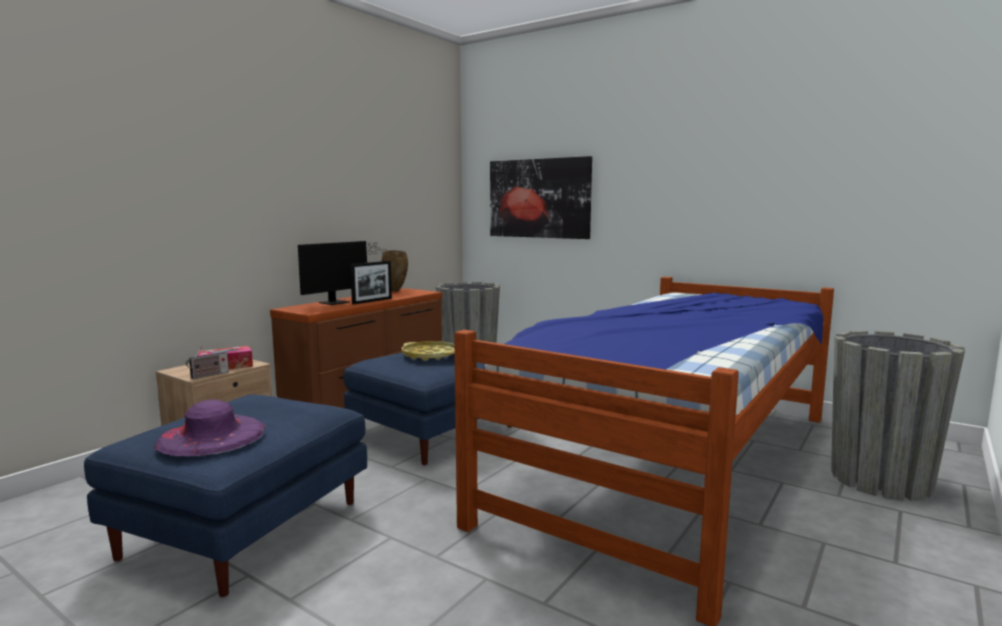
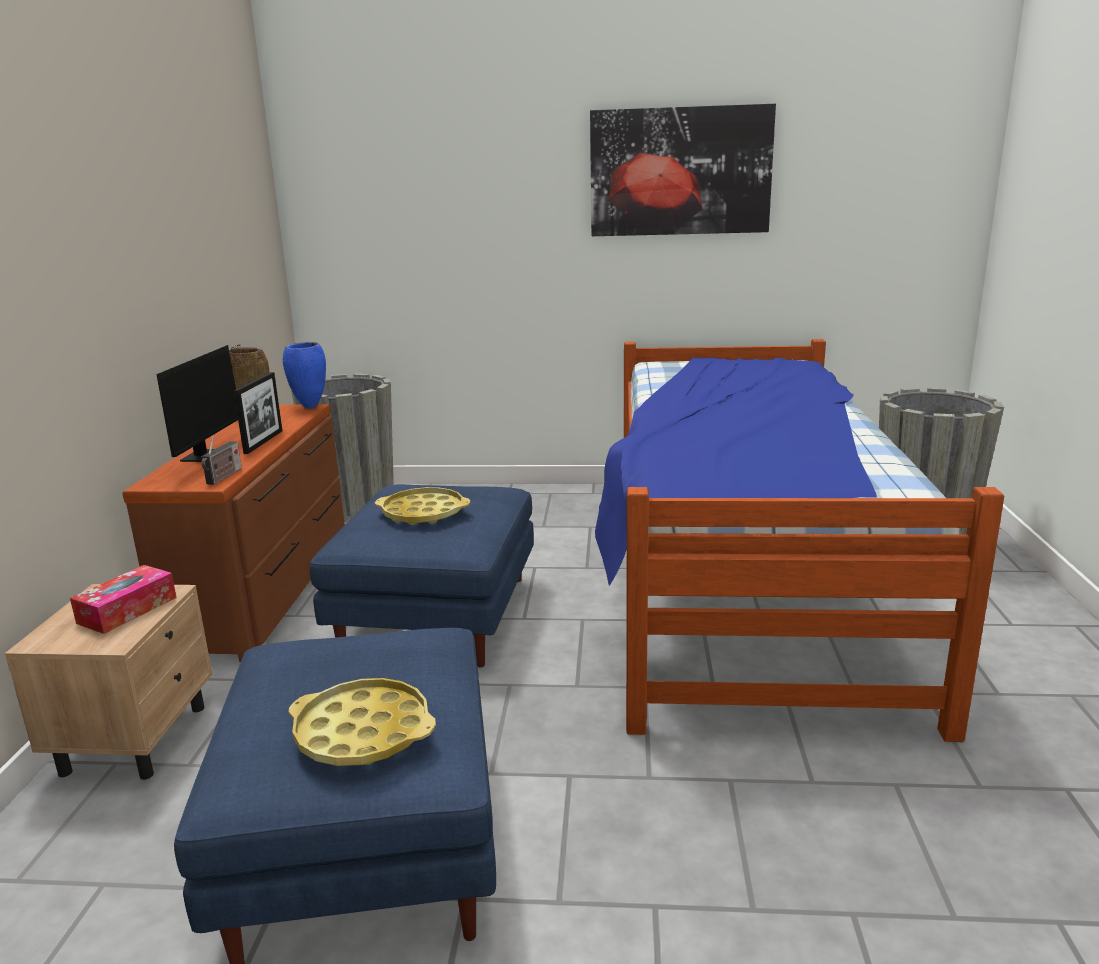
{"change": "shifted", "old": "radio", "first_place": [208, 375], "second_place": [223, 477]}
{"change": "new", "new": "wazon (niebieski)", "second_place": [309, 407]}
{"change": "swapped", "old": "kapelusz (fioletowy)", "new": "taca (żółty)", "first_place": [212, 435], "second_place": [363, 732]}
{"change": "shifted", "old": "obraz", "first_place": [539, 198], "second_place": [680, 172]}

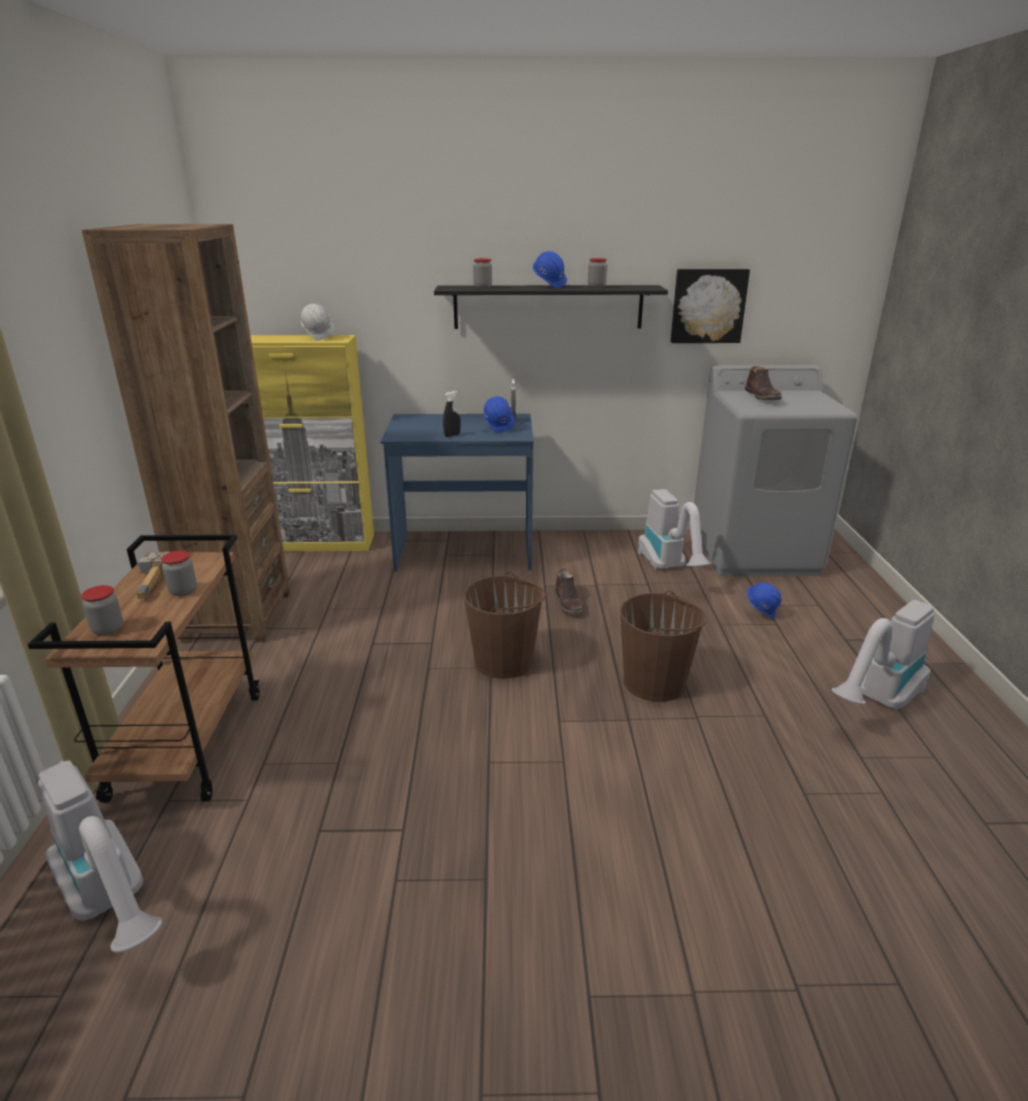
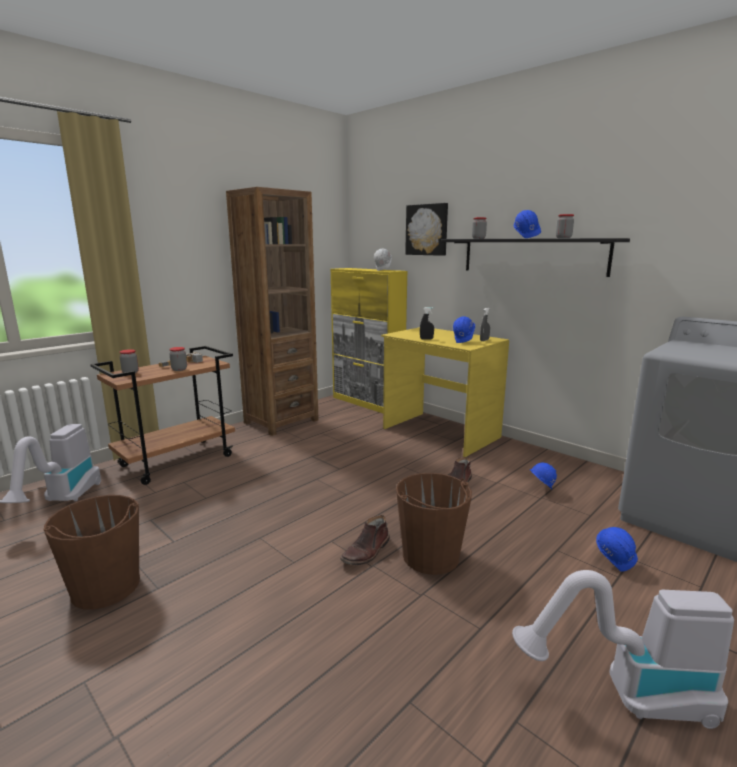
{"change": "shifted", "old": "wiadro (brązowy)", "first_place": [504, 661], "second_place": [106, 587]}
{"change": "shifted", "old": "but z cholewką (brązowy)", "first_place": [763, 396], "second_place": [366, 552]}
{"change": "repainted", "old": "biurko (niebieski)", "new": "biurko (żółty)", "first_place": [464, 552], "second_place": [439, 433]}
{"change": "shifted", "old": "obraz", "first_place": [708, 306], "second_place": [427, 230]}
{"change": "new", "new": "kask (niebieski)", "second_place": [540, 489]}
{"change": "gone", "old": "odkurzacz", "first_place": [669, 568]}

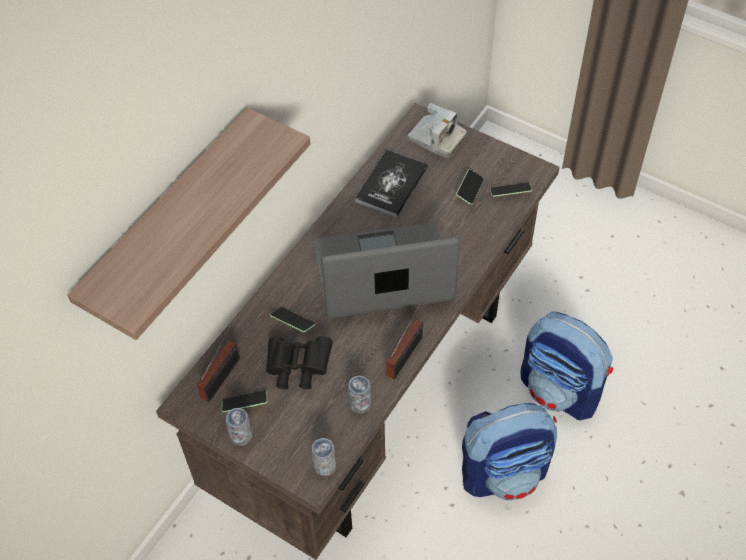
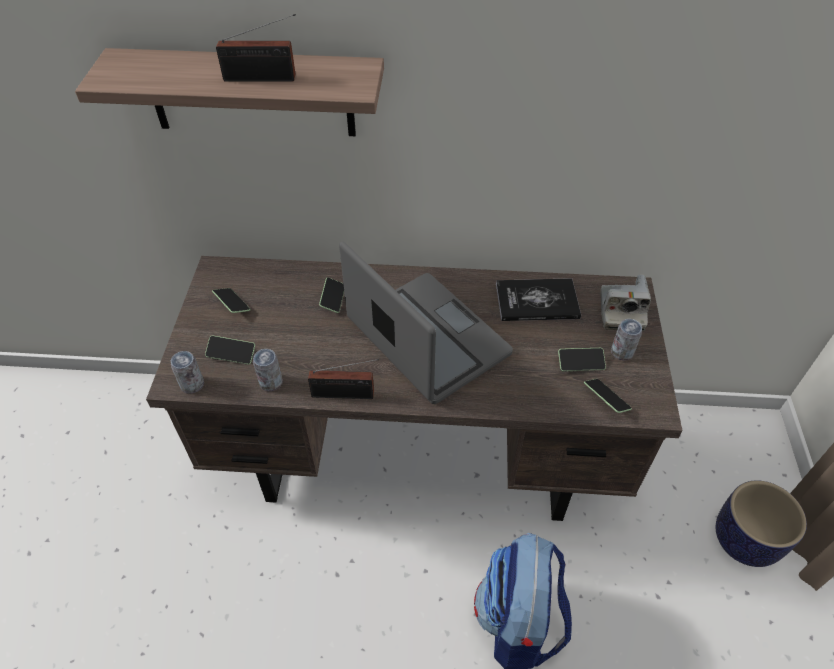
{"change": "new", "new": "telefon", "second_place": [231, 354]}
{"change": "shifted", "old": "radio", "first_place": [223, 376], "second_place": [264, 79]}
{"change": "shifted", "old": "puszka", "first_place": [241, 436], "second_place": [622, 352]}
{"change": "new", "new": "donica", "second_place": [745, 540]}
{"change": "gone", "old": "lornetka (czarny)", "first_place": [298, 368]}
{"change": "gone", "old": "plecak", "first_place": [504, 472]}

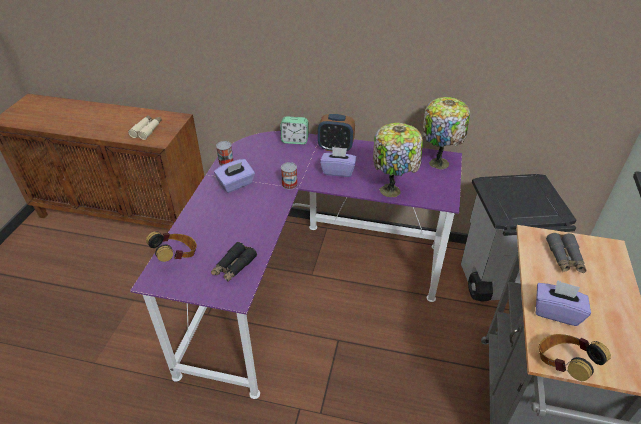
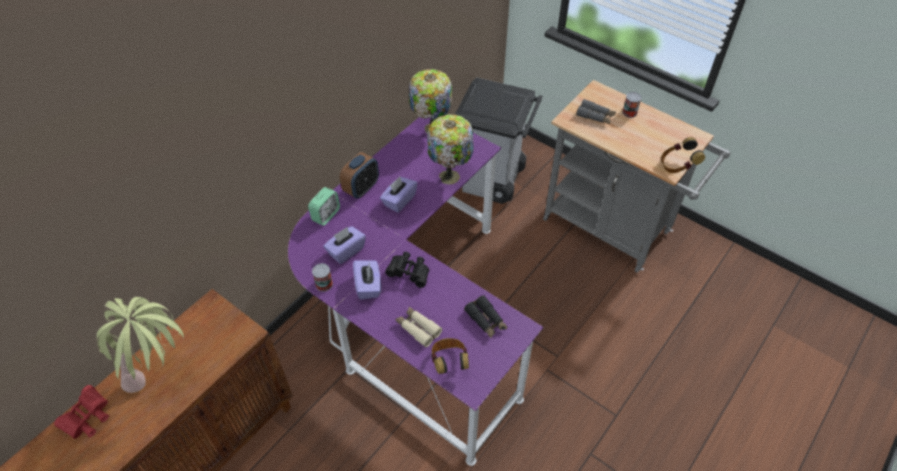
{"change": "new", "new": "lornetka (czerwony)", "second_place": [88, 419]}
{"change": "new", "new": "roślina doniczkowa", "second_place": [163, 375]}
{"change": "shifted", "old": "pudełko chusteczek (fioletowy)", "first_place": [556, 311], "second_place": [346, 251]}
{"change": "new", "new": "lornetka (czarny)", "second_place": [409, 273]}
{"change": "shifted", "old": "lornetka (beżowy)", "first_place": [147, 130], "second_place": [418, 328]}
{"change": "shifted", "old": "puszka", "first_place": [289, 184], "second_place": [629, 112]}

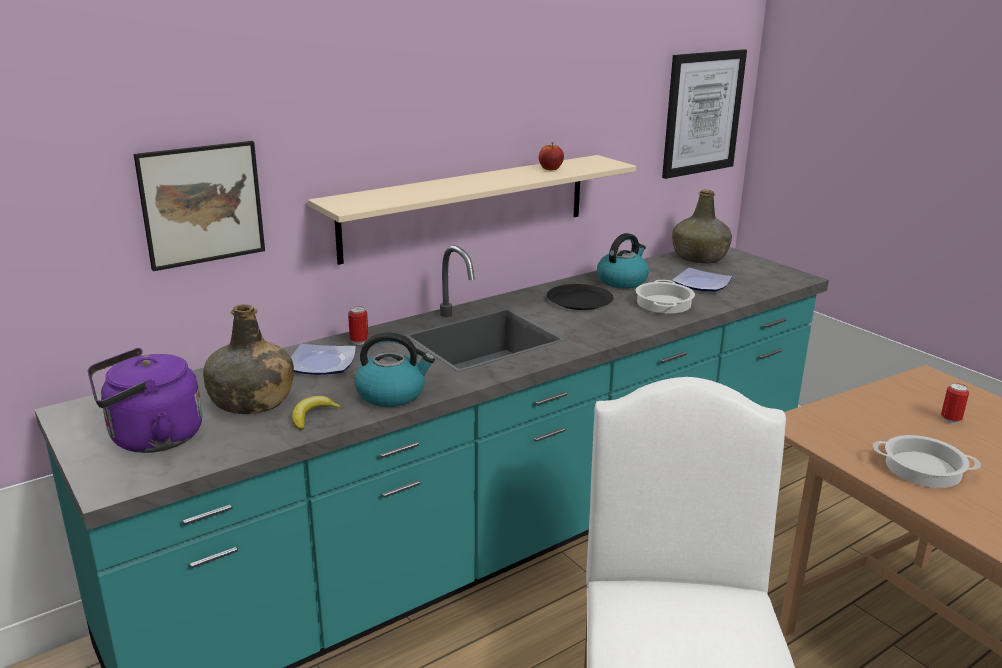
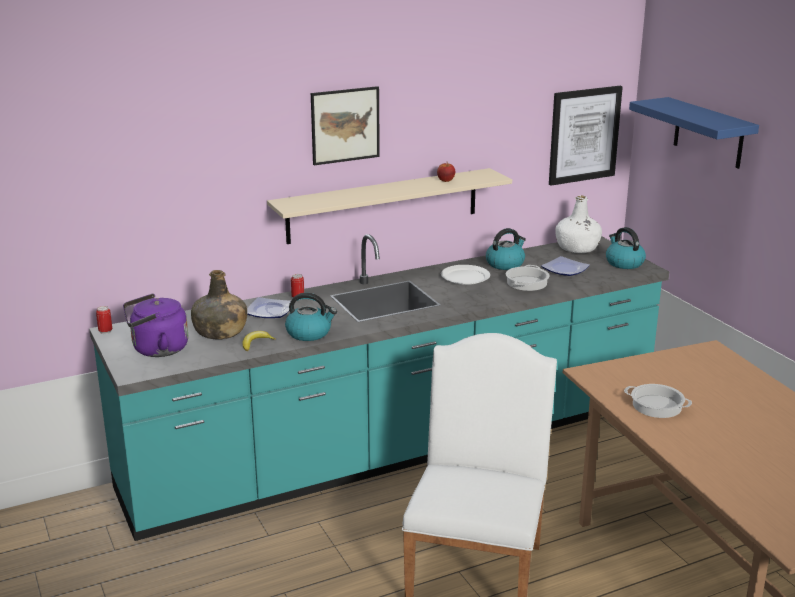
{"change": "shifted", "old": "puszka", "first_place": [950, 419], "second_place": [105, 331]}
{"change": "shifted", "old": "obraz", "first_place": [202, 204], "second_place": [345, 125]}
{"change": "repainted", "old": "talerz (czarny)", "new": "talerz (biały)", "first_place": [580, 300], "second_place": [465, 277]}
{"change": "repainted", "old": "butelka (zielony)", "new": "butelka (biały)", "first_place": [700, 258], "second_place": [577, 248]}
{"change": "new", "new": "czajnik", "second_place": [624, 263]}
{"change": "new", "new": "półka (niebieski)", "second_place": [708, 133]}

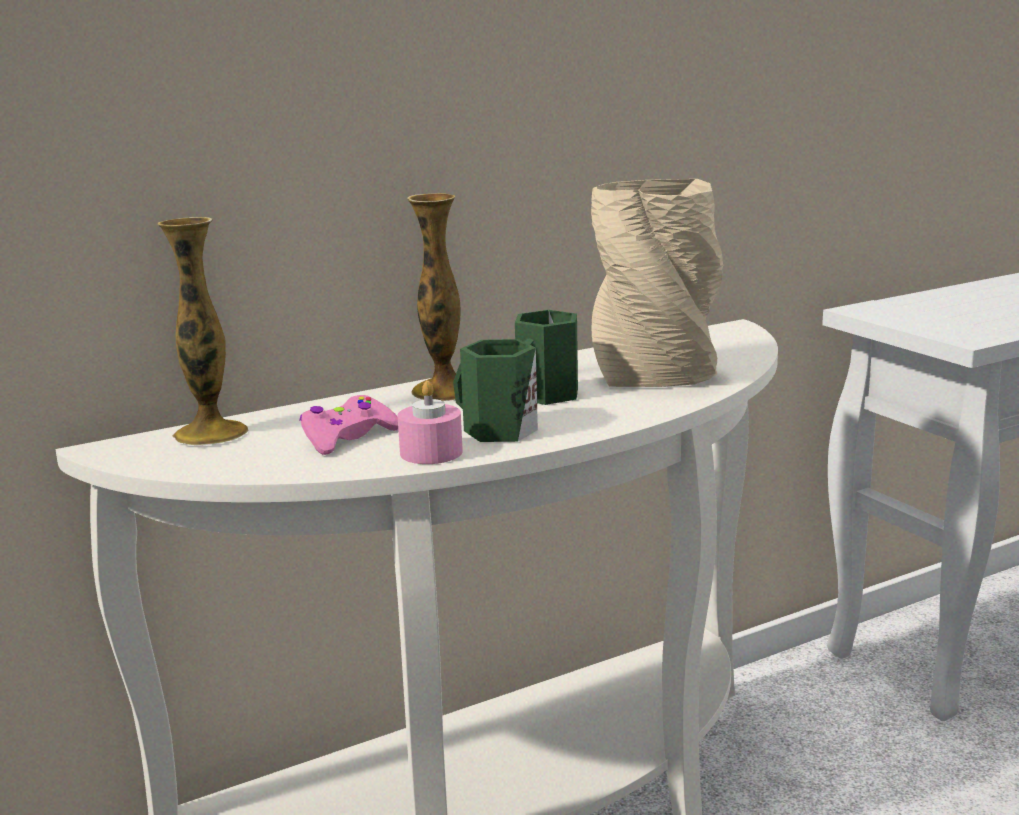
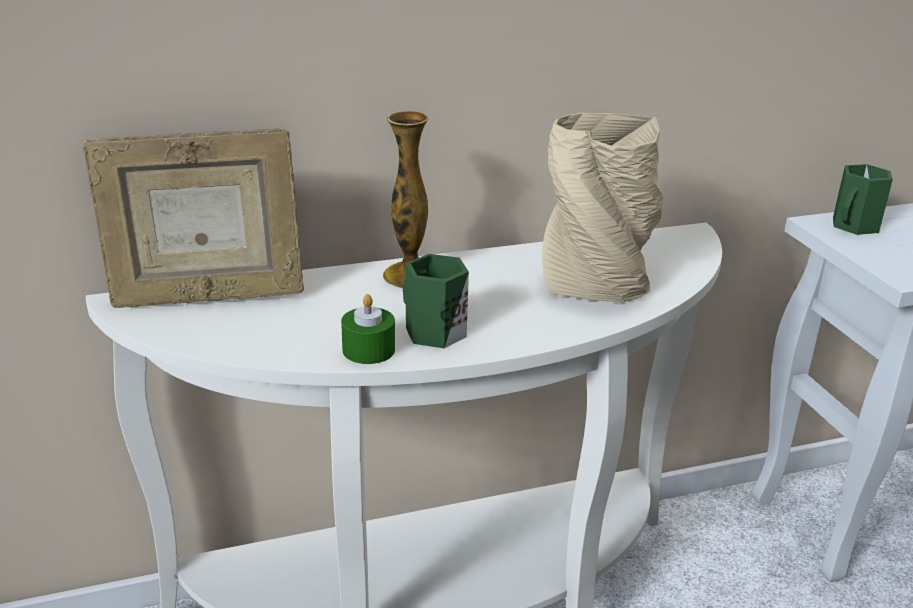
{"change": "swapped", "old": "wazon", "new": "ramka na zdjęcie", "first_place": [211, 434], "second_place": [207, 298]}
{"change": "repainted", "old": "świeca (różowy)", "new": "świeca (zielony)", "first_place": [431, 452], "second_place": [368, 350]}
{"change": "shifted", "old": "kubek (zielony)", "first_place": [548, 395], "second_place": [855, 226]}
{"change": "gone", "old": "pad do gier (różowy)", "first_place": [348, 437]}

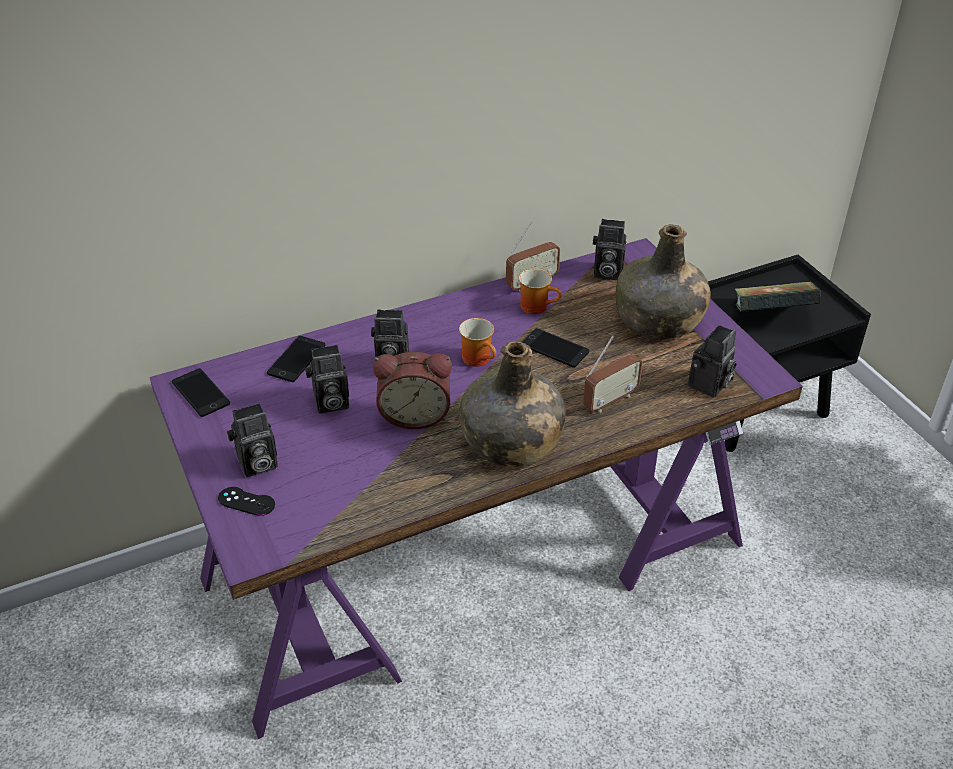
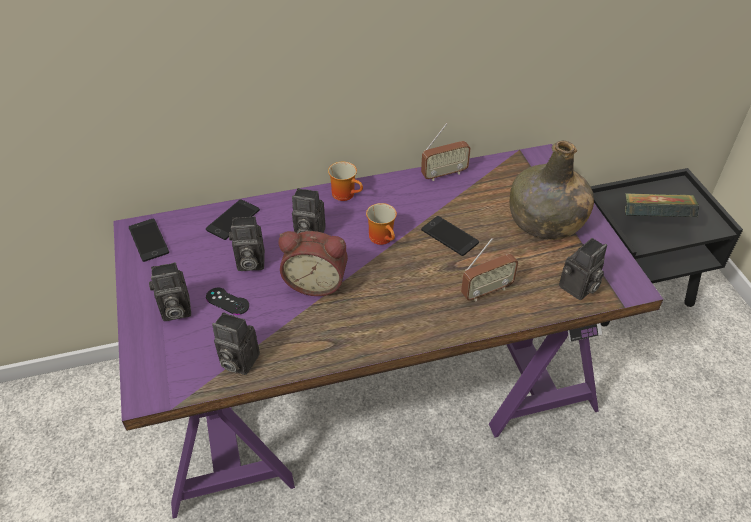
{"change": "shifted", "old": "pad do gier (czarny)", "first_place": [246, 501], "second_place": [227, 301]}
{"change": "shifted", "old": "aparat fotograficzny", "first_place": [606, 272], "second_place": [237, 361]}
{"change": "shifted", "old": "kubek", "first_place": [537, 306], "second_place": [346, 194]}
{"change": "gone", "old": "butelka (zielony)", "first_place": [511, 442]}

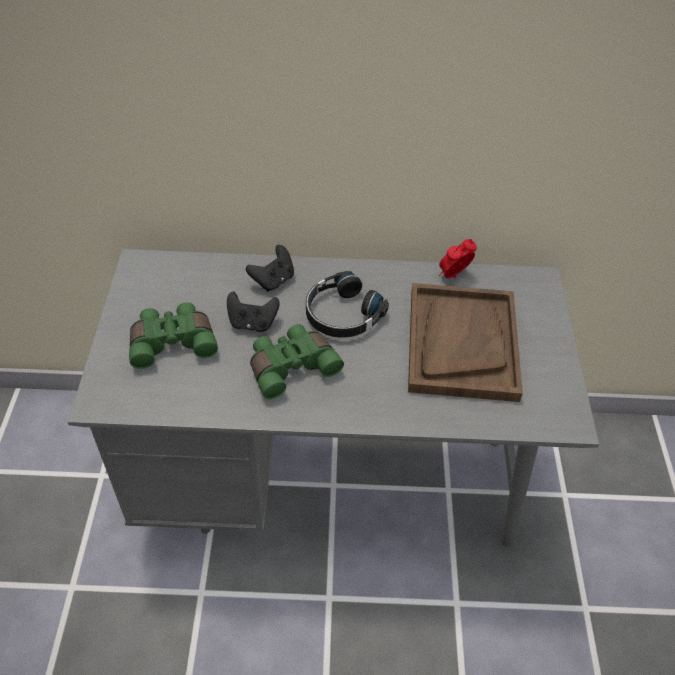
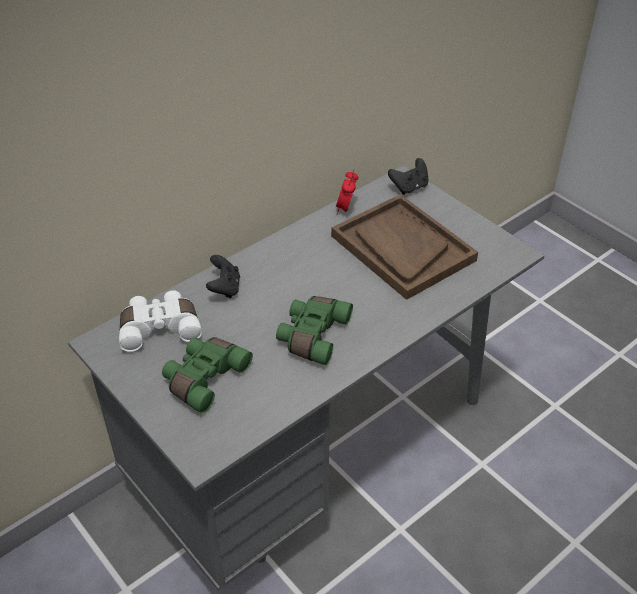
{"change": "new", "new": "lornetka (biały)", "second_place": [160, 327]}
{"change": "shifted", "old": "pad do gier (czarny)", "first_place": [252, 323], "second_place": [409, 187]}
{"change": "gone", "old": "słuchawki (czarny)", "first_place": [342, 314]}

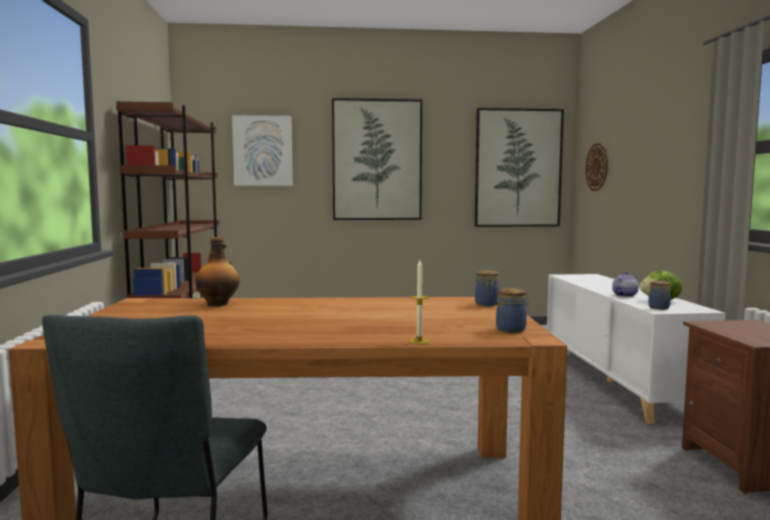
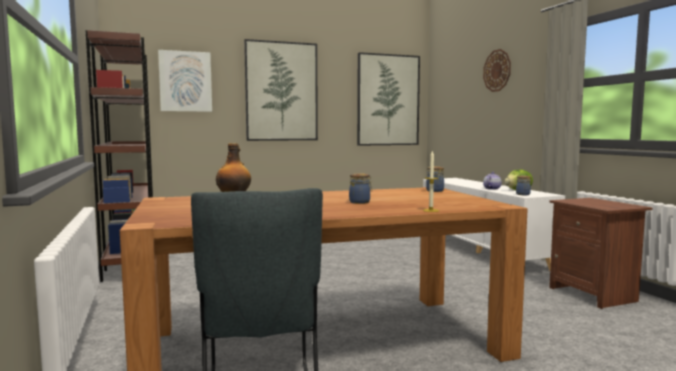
{"change": "shifted", "old": "słoik", "first_place": [512, 329], "second_place": [360, 202]}
{"change": "shifted", "old": "zegar ścienny", "first_place": [597, 167], "second_place": [497, 70]}

